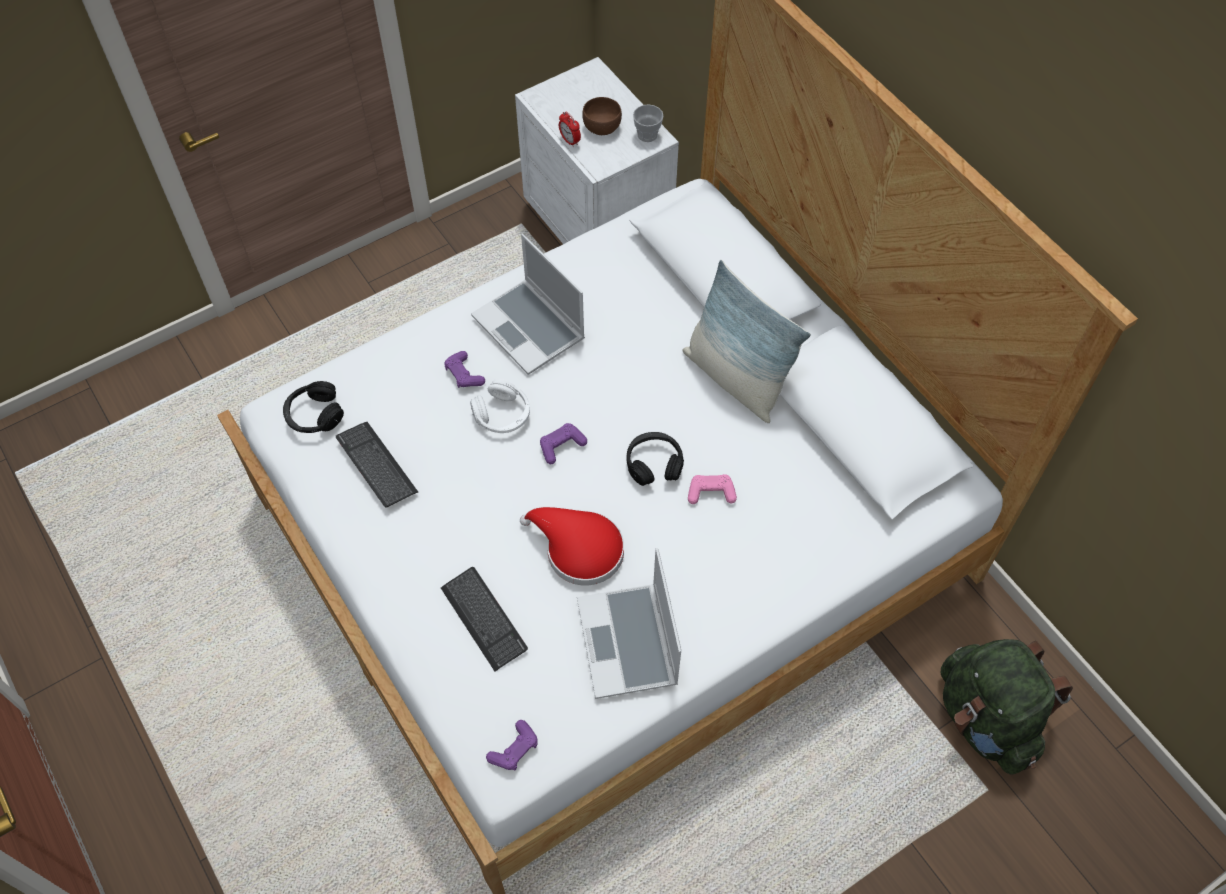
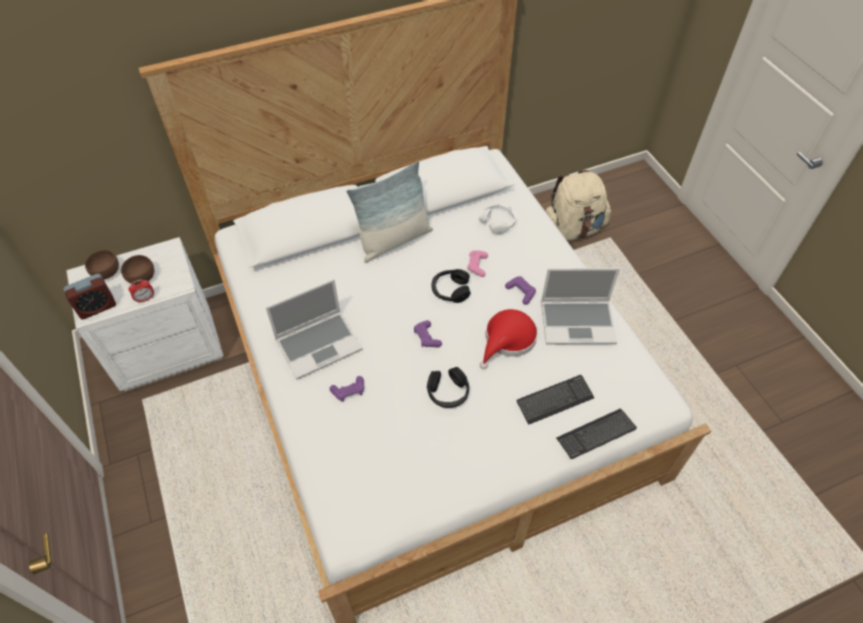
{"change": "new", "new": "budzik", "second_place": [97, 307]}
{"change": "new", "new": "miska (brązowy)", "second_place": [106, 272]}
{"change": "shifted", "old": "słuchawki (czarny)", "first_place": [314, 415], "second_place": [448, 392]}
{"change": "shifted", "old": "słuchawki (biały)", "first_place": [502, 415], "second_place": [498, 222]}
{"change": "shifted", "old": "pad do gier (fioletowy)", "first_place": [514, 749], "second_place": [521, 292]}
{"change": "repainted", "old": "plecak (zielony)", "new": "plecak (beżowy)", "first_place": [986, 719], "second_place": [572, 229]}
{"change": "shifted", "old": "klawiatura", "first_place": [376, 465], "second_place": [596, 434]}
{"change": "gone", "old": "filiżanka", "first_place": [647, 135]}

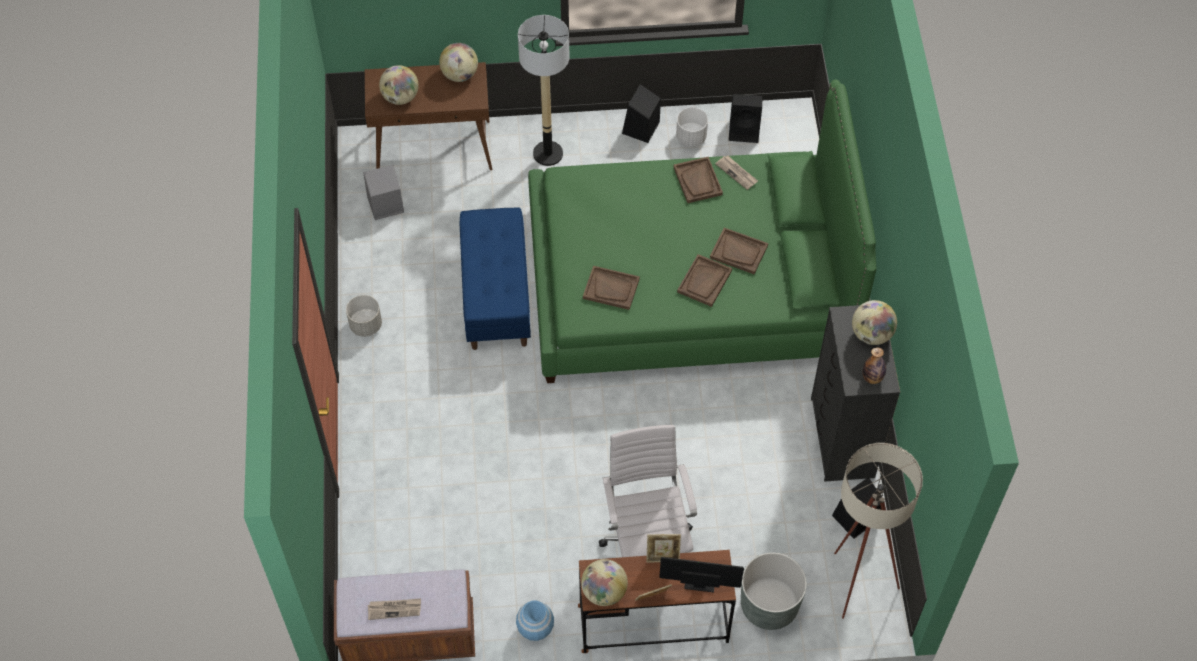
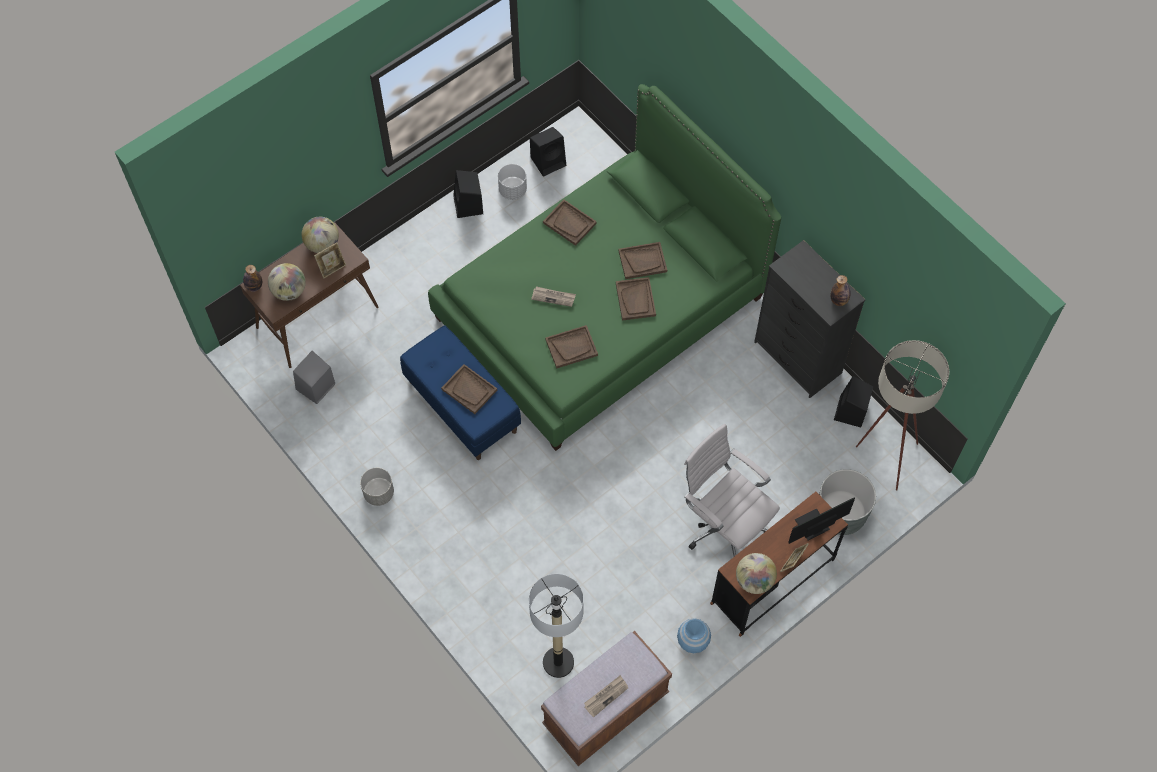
{"change": "new", "new": "butelka", "second_place": [254, 286]}
{"change": "shifted", "old": "ramka na zdjęcie", "first_place": [663, 556], "second_place": [332, 268]}
{"change": "new", "new": "taca (brązowy)", "second_place": [469, 390]}
{"change": "shifted", "old": "lampa stojąca", "first_place": [548, 153], "second_place": [558, 662]}
{"change": "shifted", "old": "gazeta", "first_place": [737, 173], "second_place": [553, 297]}
{"change": "gone", "old": "globus", "first_place": [871, 334]}

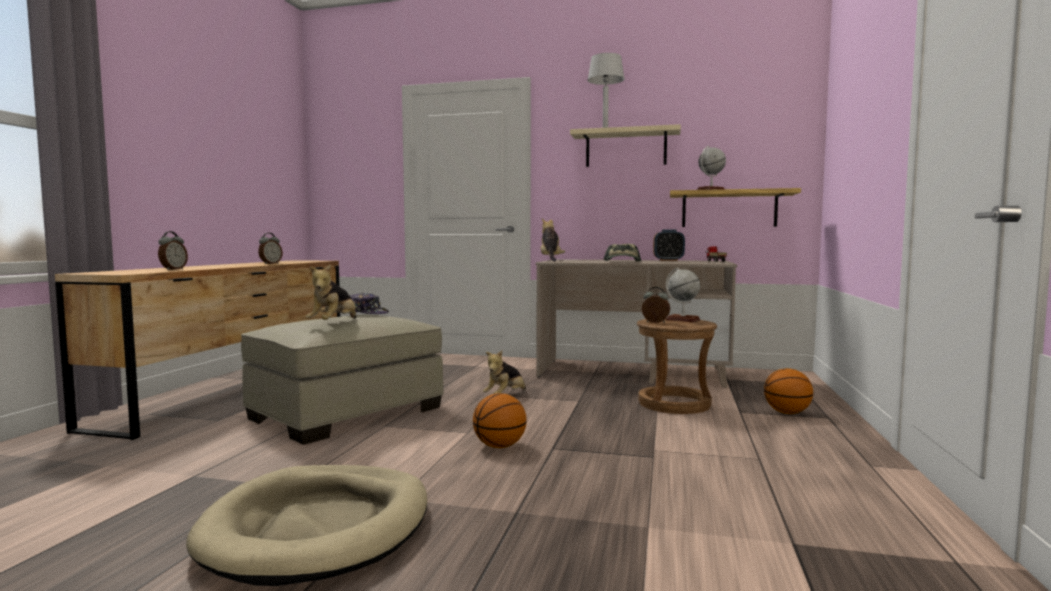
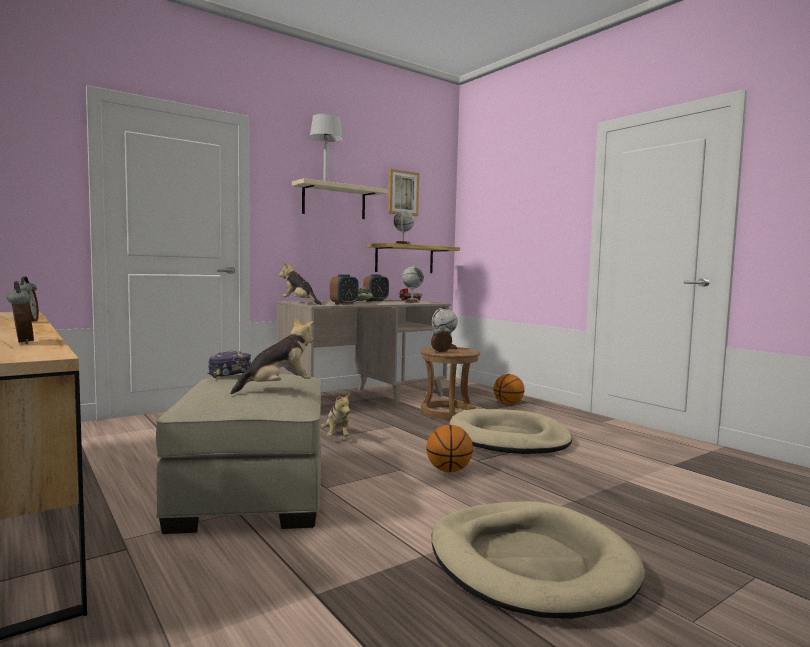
{"change": "rotated", "old": "pluszak", "first_place": [334, 323], "second_place": [277, 388], "degrees": -90}
{"change": "new", "new": "budzik", "second_place": [344, 304]}
{"change": "new", "new": "obraz", "second_place": [402, 193]}
{"change": "new", "new": "globus", "second_place": [412, 301]}
{"change": "new", "new": "legowisko (beżowy)", "second_place": [508, 438]}

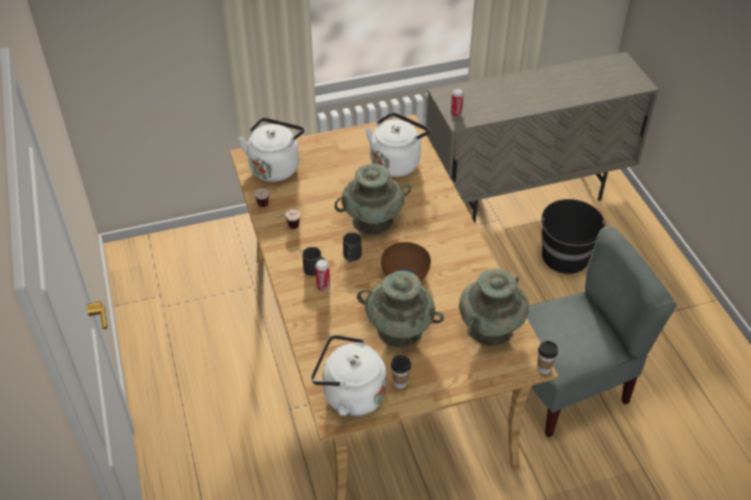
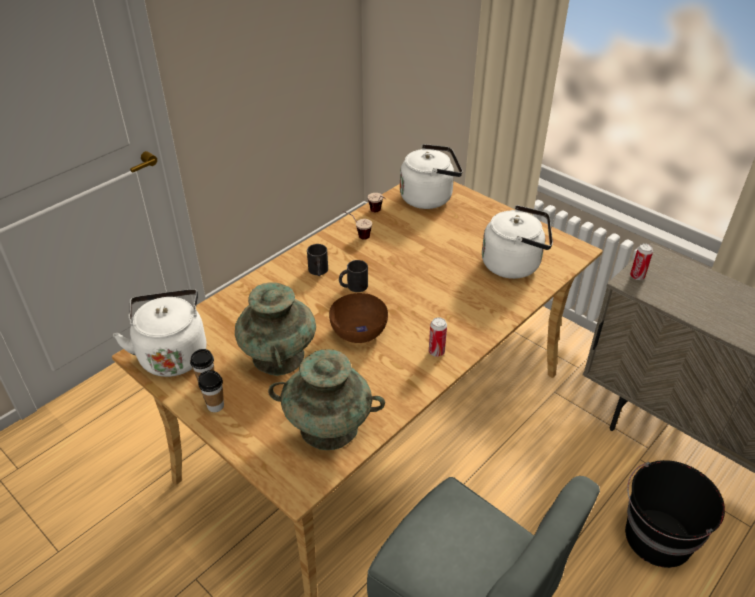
{"change": "shifted", "old": "filiżanka", "first_place": [544, 368], "second_place": [215, 406]}
{"change": "shifted", "old": "puszka", "first_place": [323, 286], "second_place": [436, 352]}
{"change": "gone", "old": "wazon (turkusowy)", "first_place": [373, 220]}

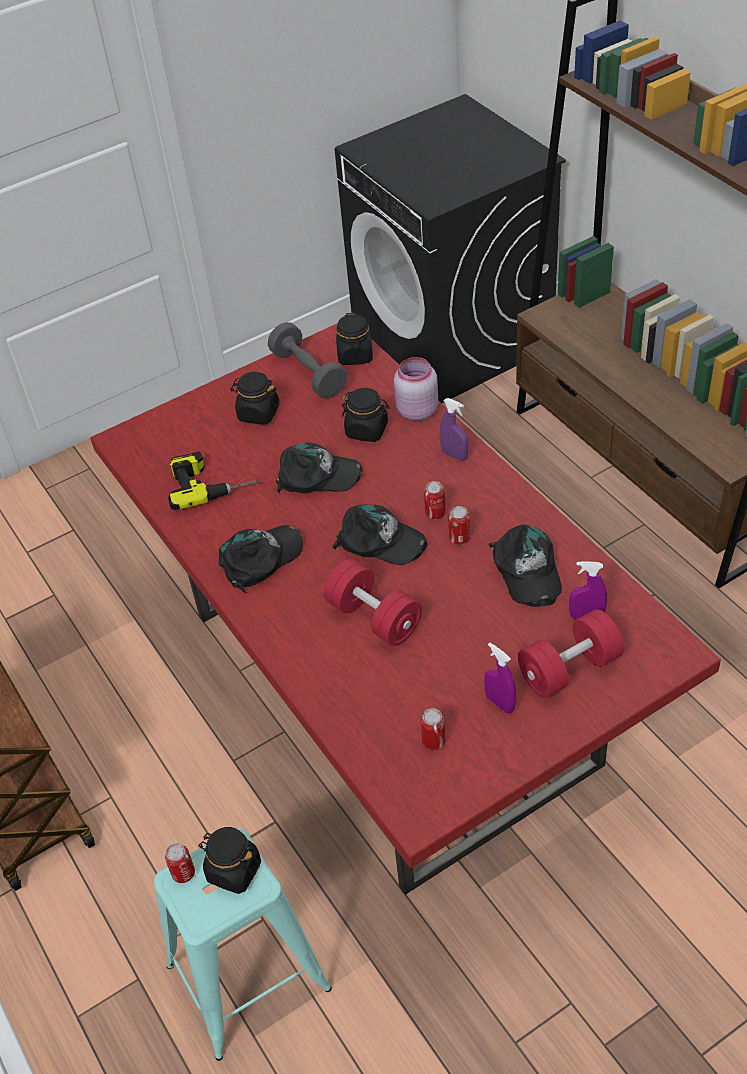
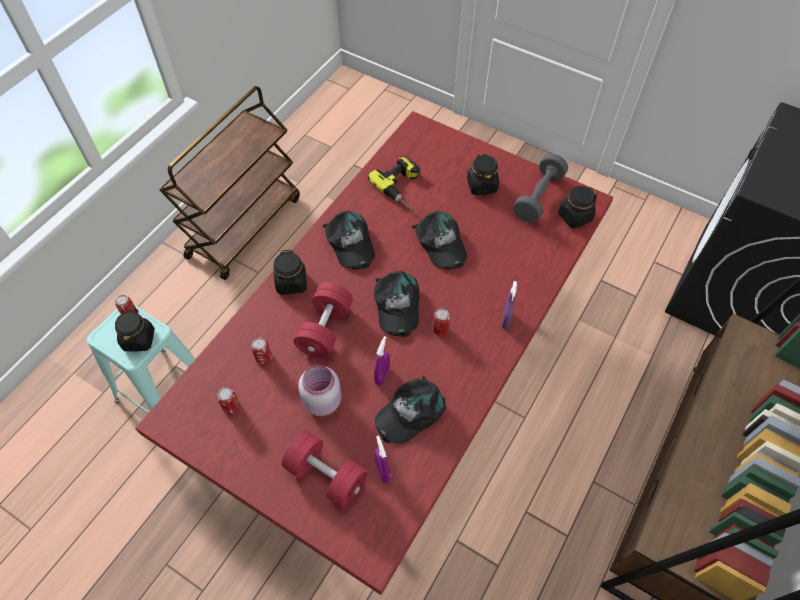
{"change": "shifted", "old": "puszka", "first_place": [459, 538], "second_place": [264, 358]}
{"change": "shifted", "old": "słoik (czarny)", "first_place": [367, 430], "second_place": [291, 283]}
{"change": "shifted", "old": "słoik (różowy)", "first_place": [416, 411], "second_place": [322, 400]}
{"change": "rotated", "old": "czapka z daszkiem (czarny)", "first_place": [261, 558], "second_place": [350, 243], "degrees": 45}
{"change": "shifted", "old": "spryskiwacz (fioletowy)", "first_place": [500, 703], "second_place": [382, 375]}

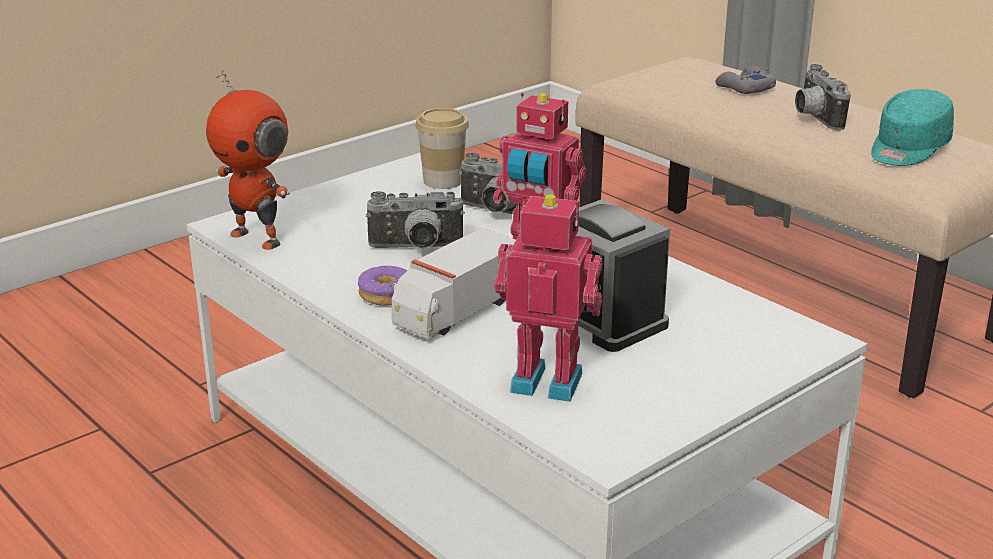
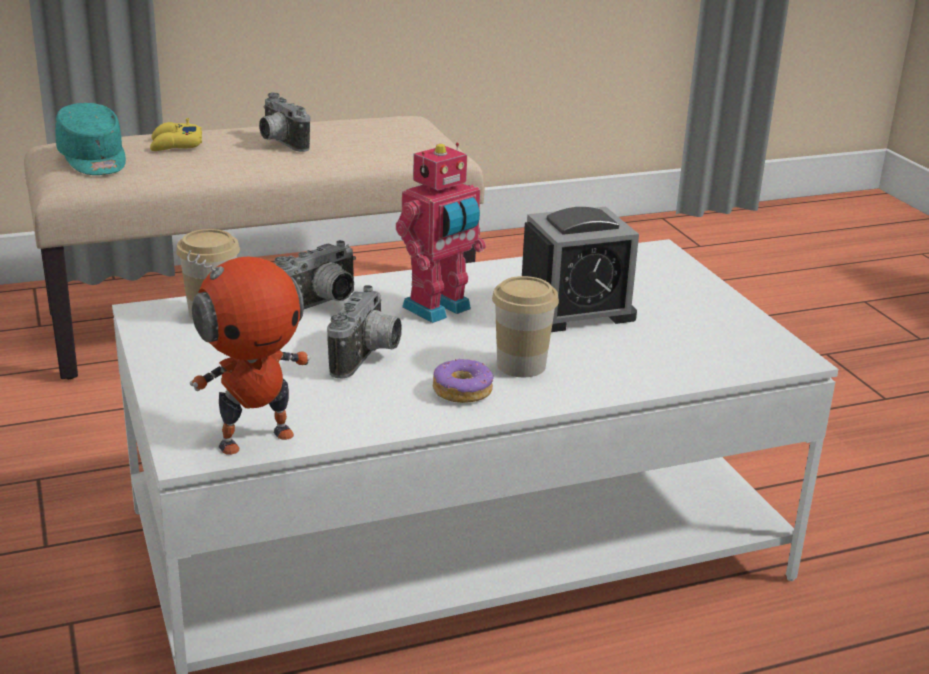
{"change": "shifted", "old": "czapka z daszkiem (turkusowy)", "first_place": [907, 149], "second_place": [94, 160]}
{"change": "repainted", "old": "pad do gier (szary)", "new": "pad do gier (żółty)", "first_place": [744, 88], "second_place": [175, 145]}
{"change": "rotated", "old": "aparat fotograficzny", "first_place": [813, 118], "second_place": [279, 143], "degrees": 45}
{"change": "swapped", "old": "ciężarówka zabawkowa", "new": "filiżanka", "first_place": [456, 311], "second_place": [521, 365]}
{"change": "gone", "old": "robot zabawkowy", "first_place": [548, 380]}

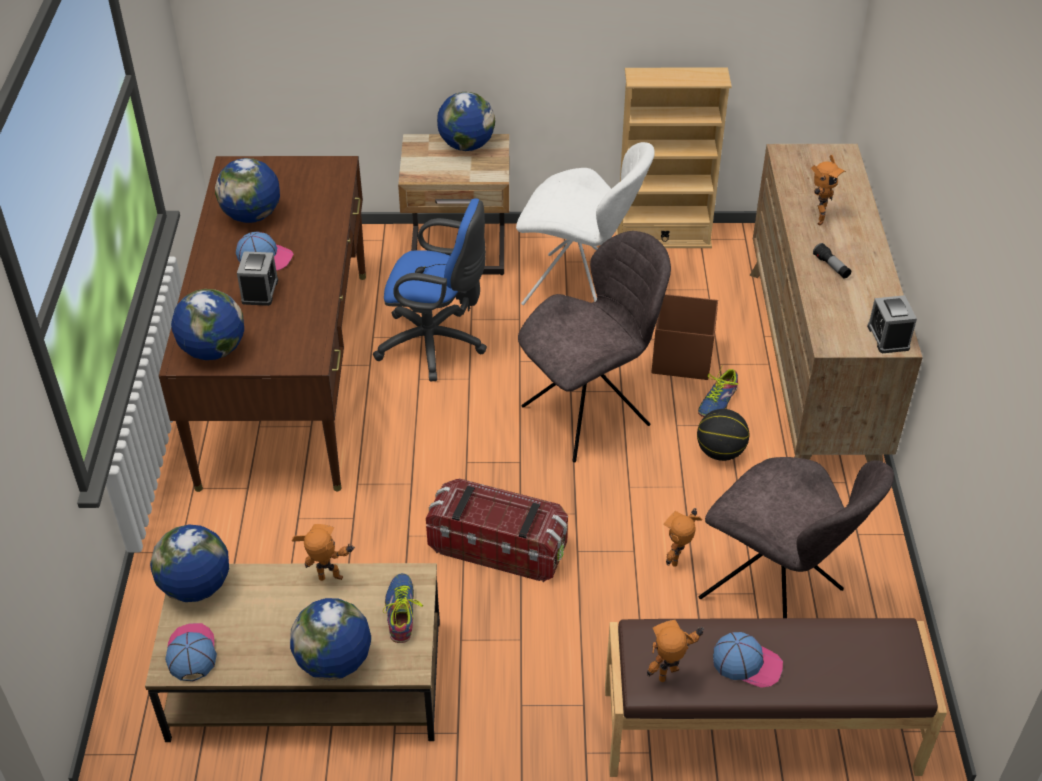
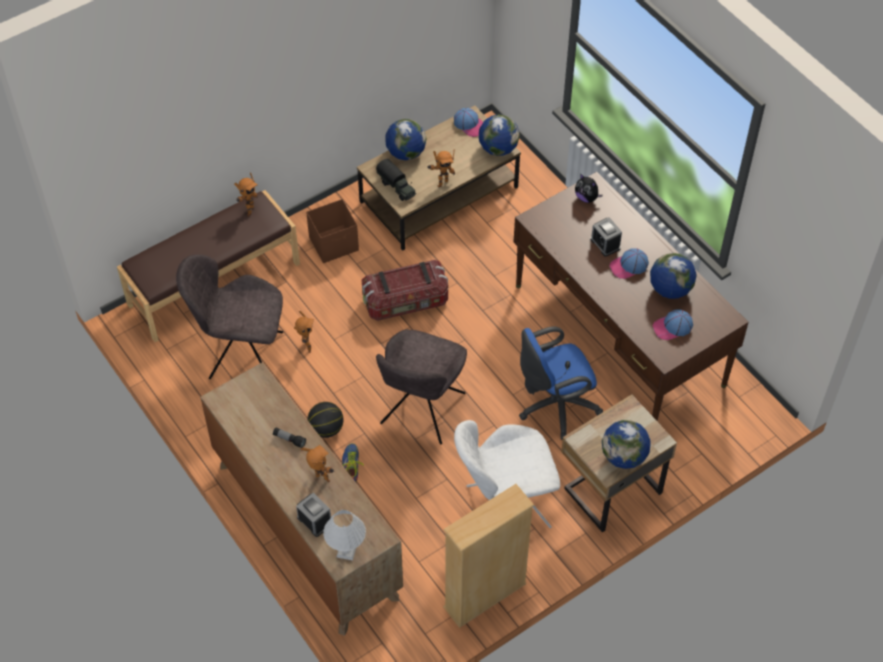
{"change": "shifted", "old": "budzik", "first_place": [888, 337], "second_place": [314, 520]}
{"change": "rotated", "old": "robot zabawkowy", "first_place": [817, 218], "second_place": [321, 480], "degrees": 135}
{"change": "shifted", "old": "pojemnik do przechowywania (brązowy)", "first_place": [681, 358], "second_place": [334, 244]}
{"change": "new", "new": "lampa stołowa (biały)", "second_place": [347, 551]}
{"change": "swapped", "old": "but", "new": "ciężarówka zabawkowa", "first_place": [400, 612], "second_place": [397, 187]}
{"change": "swapped", "old": "globus", "new": "pluszak", "first_place": [213, 350], "second_place": [586, 198]}
{"change": "shifted", "old": "czapka z daszkiem", "first_place": [747, 663], "second_place": [672, 327]}

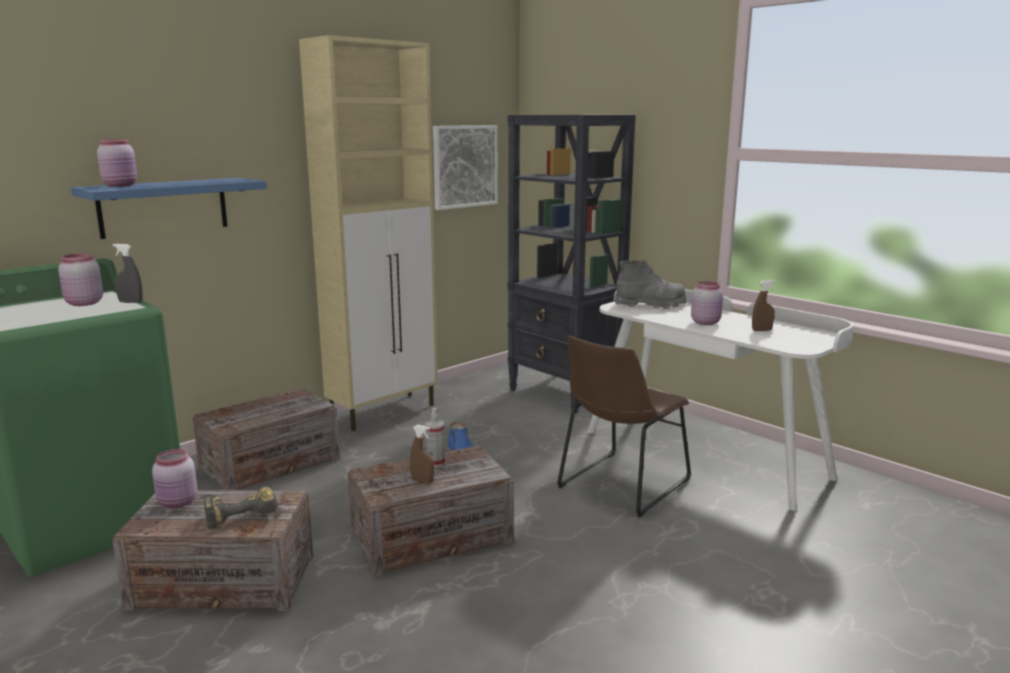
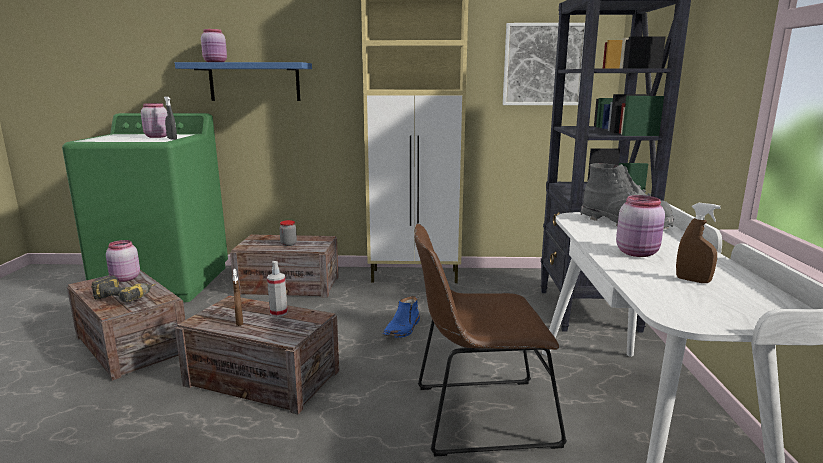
{"change": "new", "new": "słoik", "second_place": [288, 244]}

